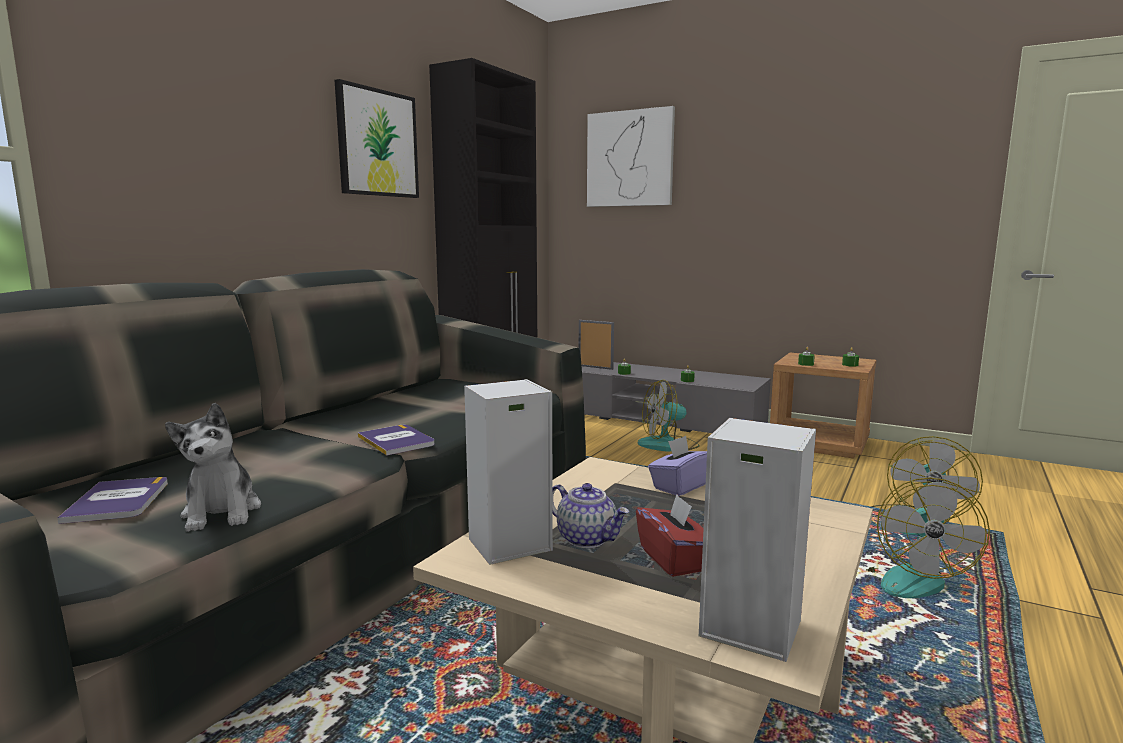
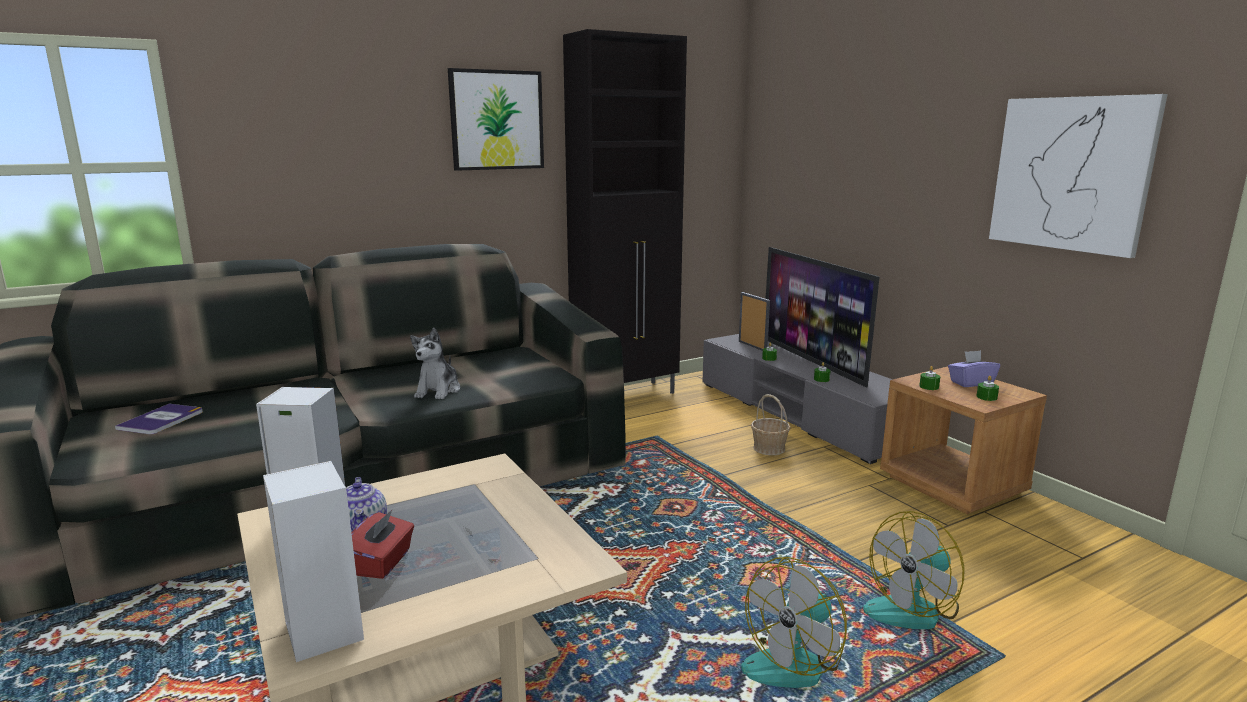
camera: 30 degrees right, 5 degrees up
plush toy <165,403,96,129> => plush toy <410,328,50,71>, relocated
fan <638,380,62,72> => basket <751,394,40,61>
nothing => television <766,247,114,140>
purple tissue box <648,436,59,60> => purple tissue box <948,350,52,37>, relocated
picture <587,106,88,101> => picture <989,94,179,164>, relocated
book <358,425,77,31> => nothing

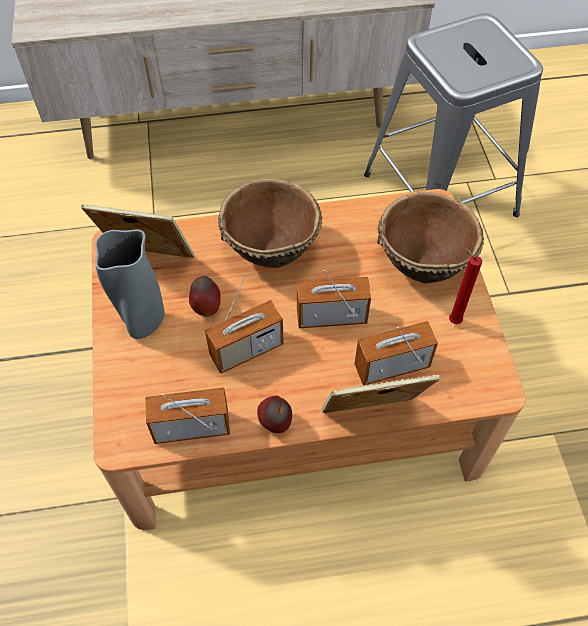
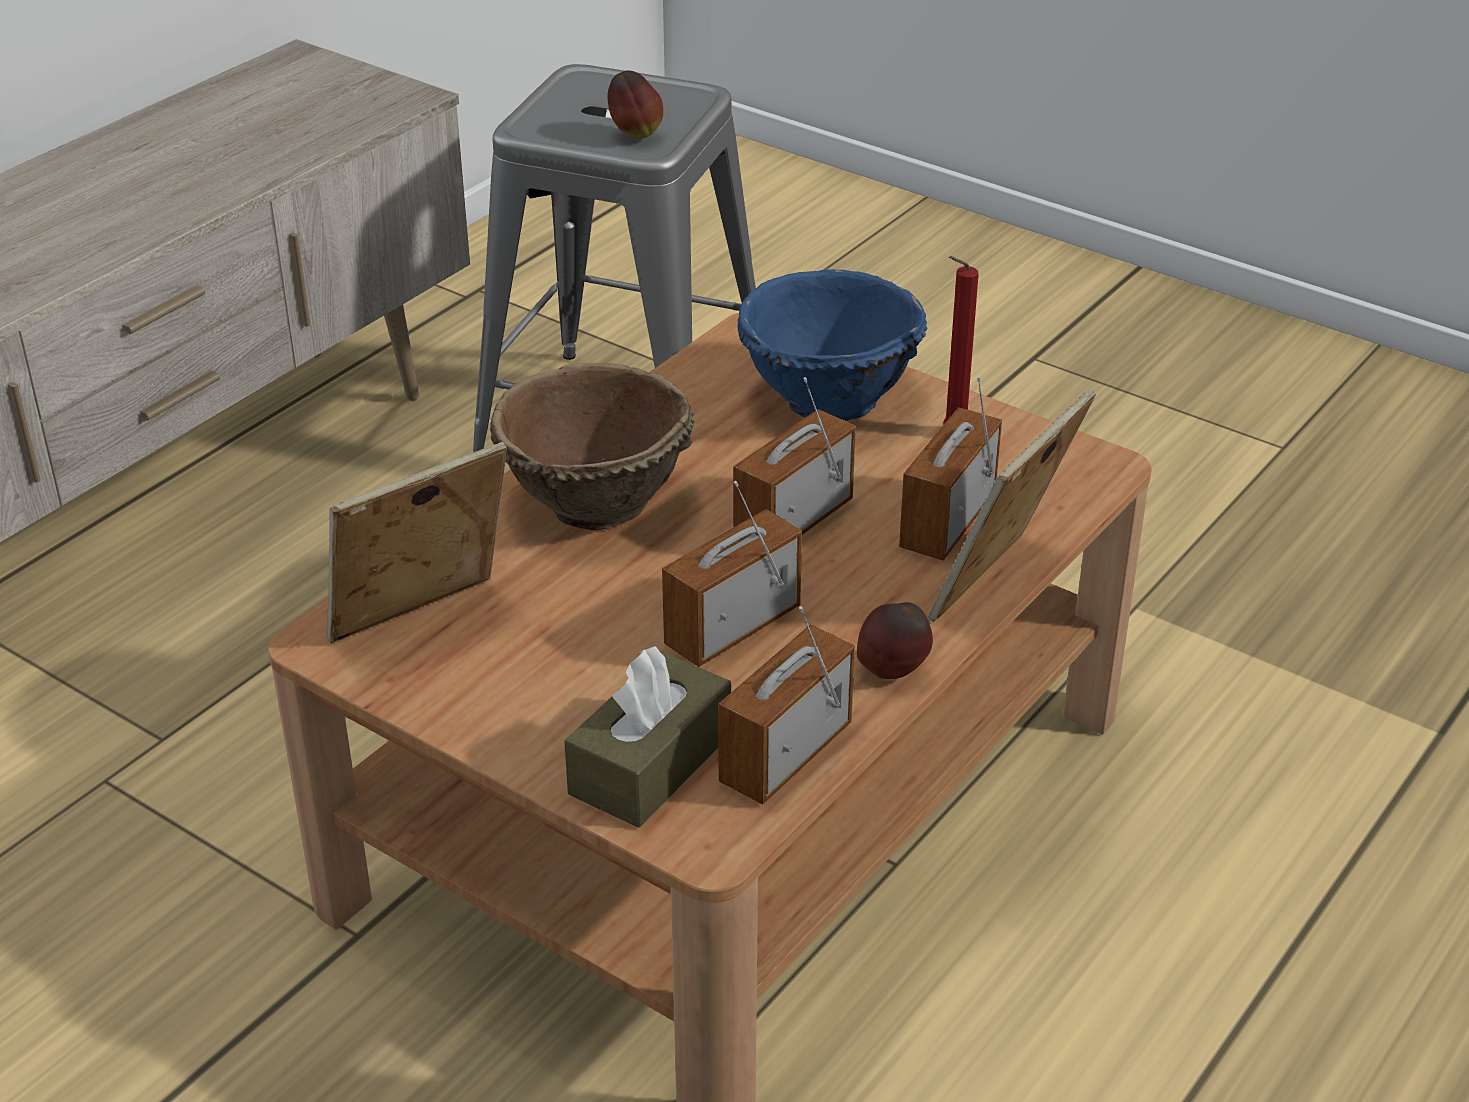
camera: 45 degrees left, 20 degrees down
nothing => brown tissue box <564,646,167,182>
apple <189,276,32,41> => apple <607,71,56,68>, relocated
radio <205,273,79,101> => radio <662,481,140,186>, 150 degrees counterclockwise
brown bowl <377,192,107,91> => blue bowl <737,269,190,152>
grey vase <95,229,69,110> => nothing

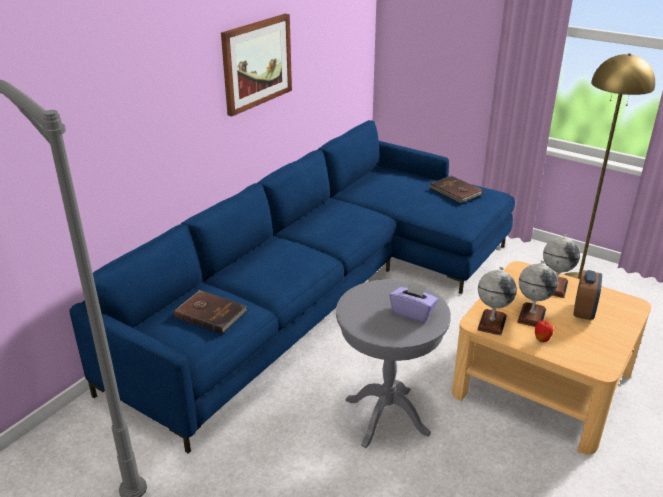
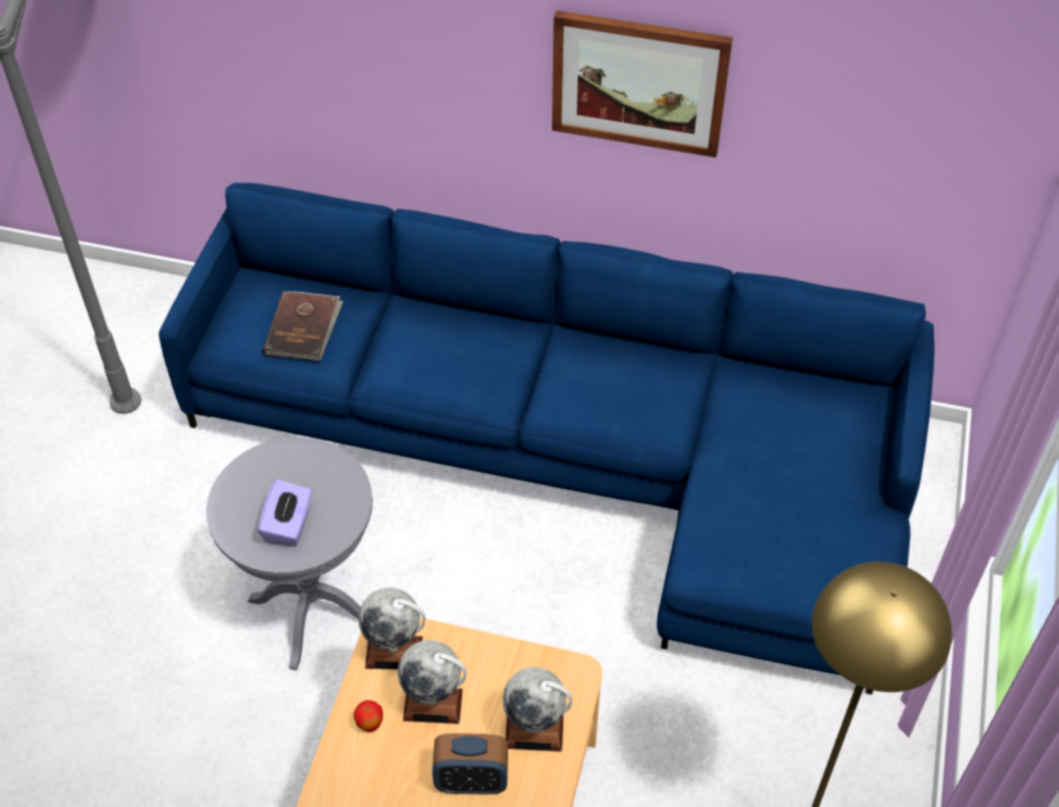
camera: 70 degrees right, 20 degrees up
brown book <430,176,53,27> => nothing

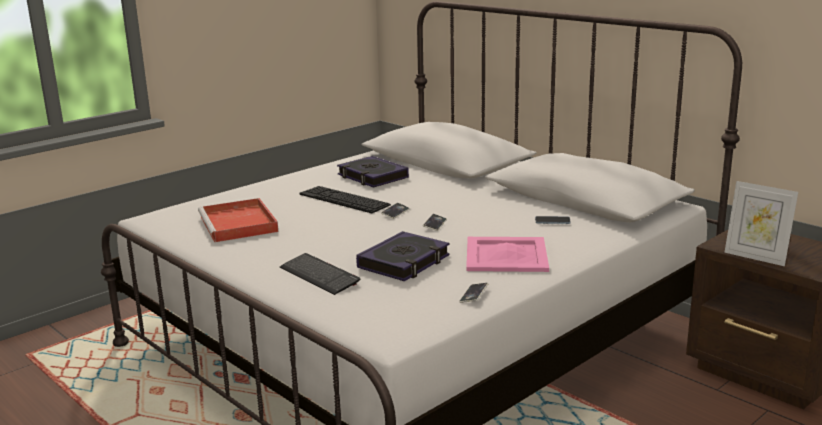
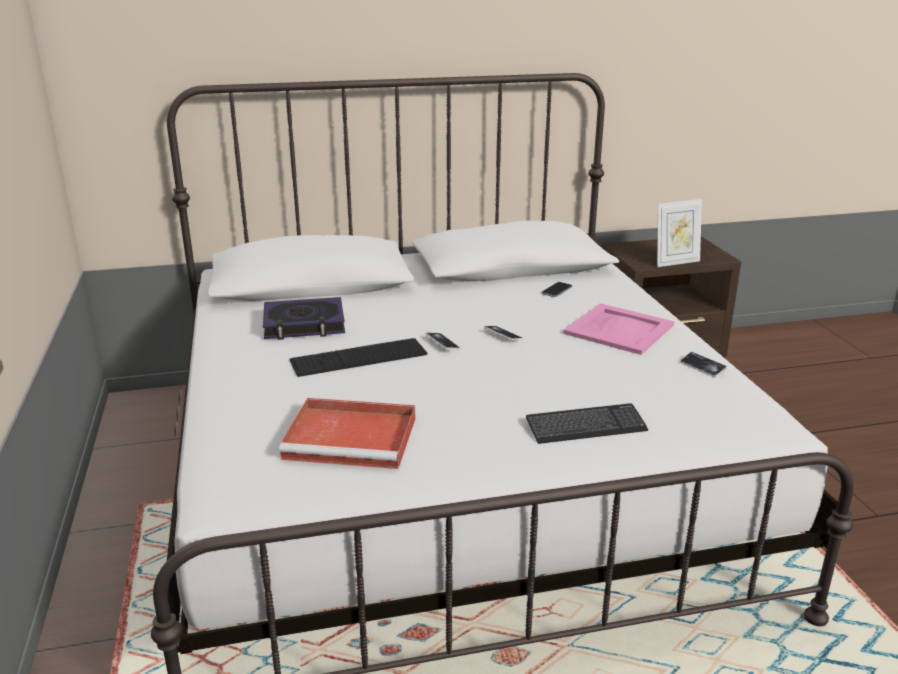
camera: 60 degrees left, 5 degrees up
book <356,231,94,50> => nothing

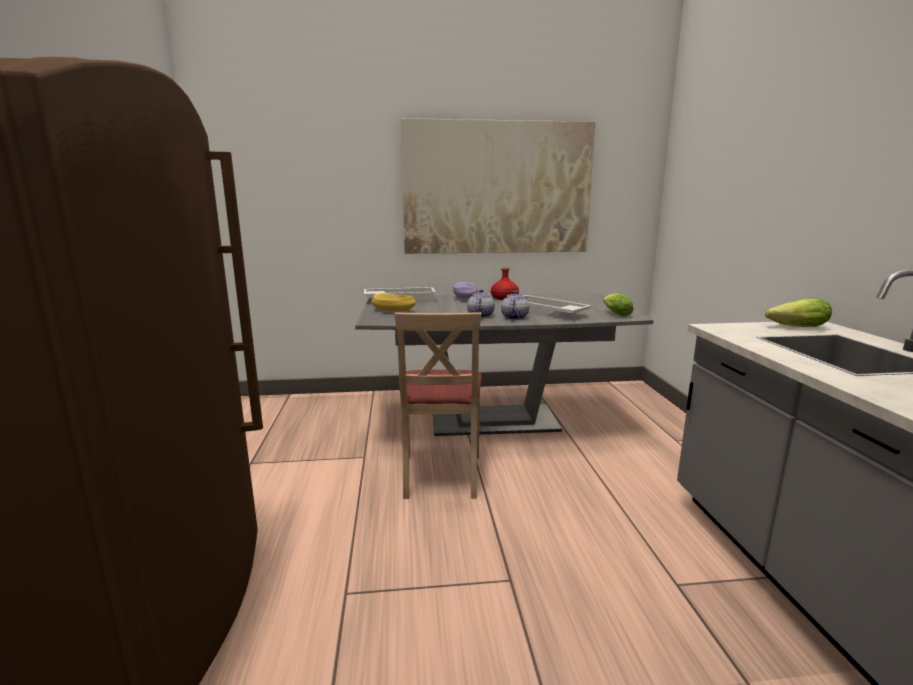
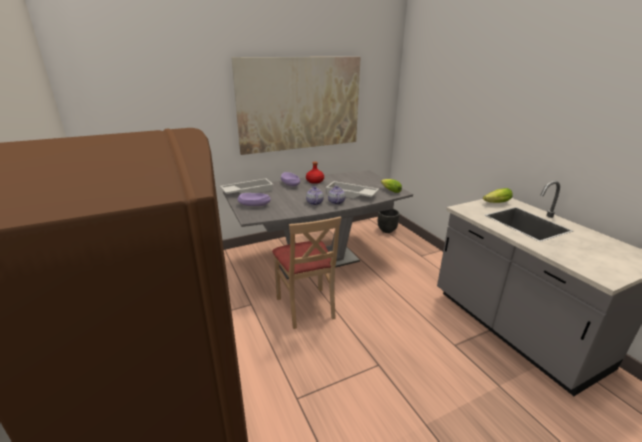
camera: 20 degrees left, 10 degrees up
yellow bowl <371,293,45,20> => purple bowl <237,193,34,15>
nothing => black planter <378,209,22,24>

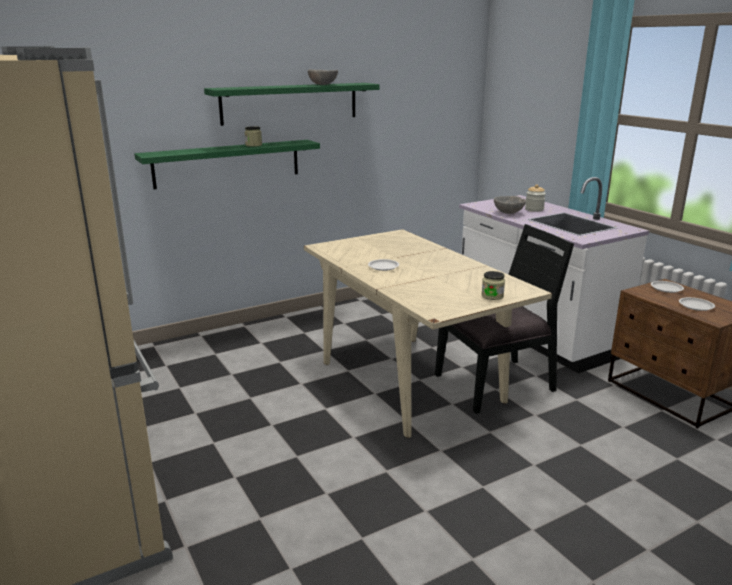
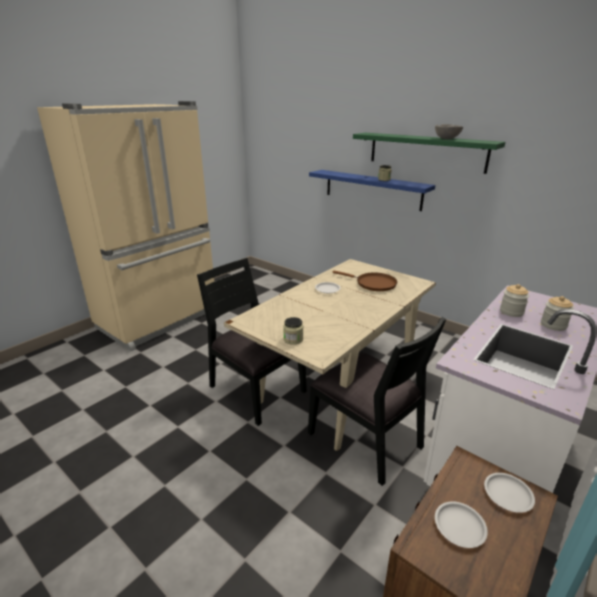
camera: 70 degrees right, 5 degrees up
nothing => black chair <197,258,110,168>
green shelf <135,140,185,50> => blue shelf <309,170,126,41>
nothing => brown frying pan <332,271,65,20>
grey bowl <494,196,32,18> => jar <500,284,29,33>

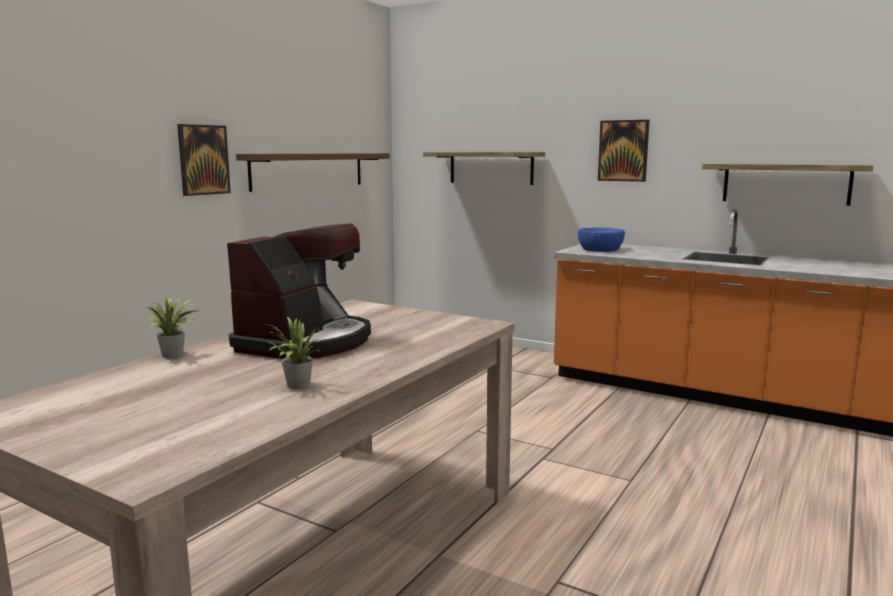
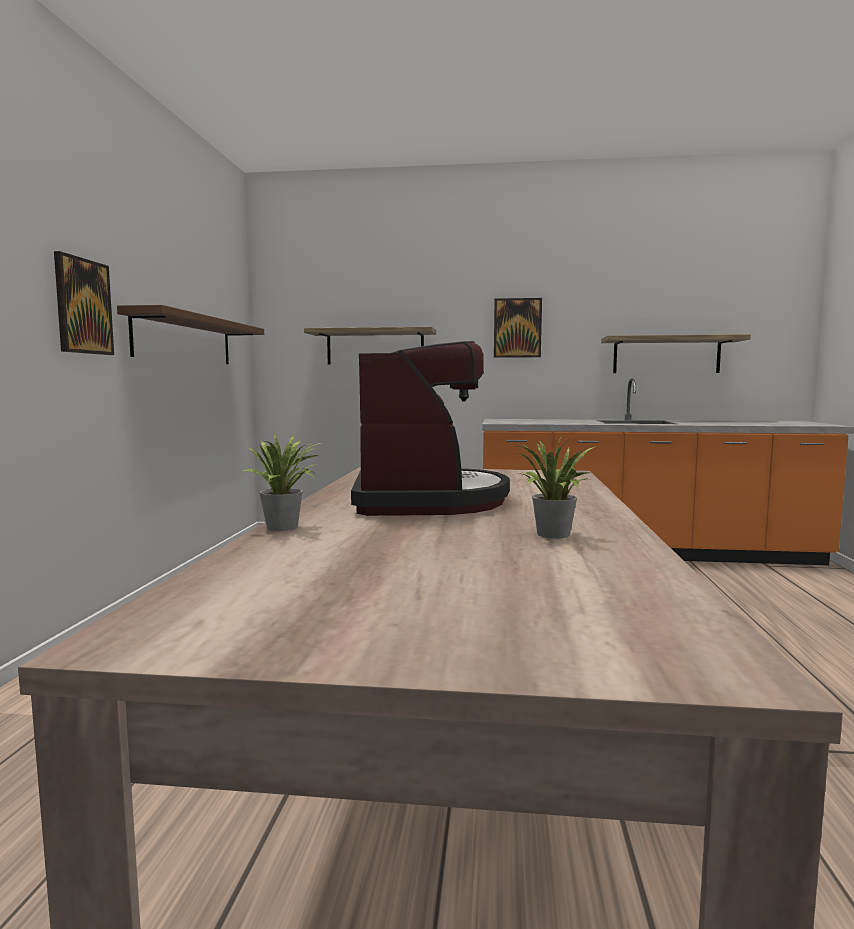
camera: 25 degrees left, 5 degrees down
blue bowl <578,228,47,24> => nothing

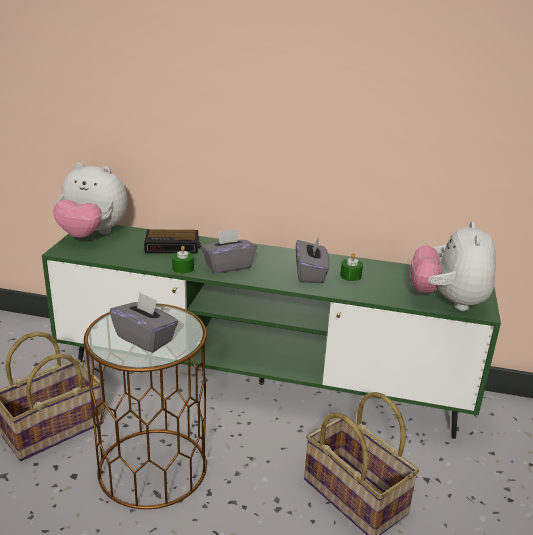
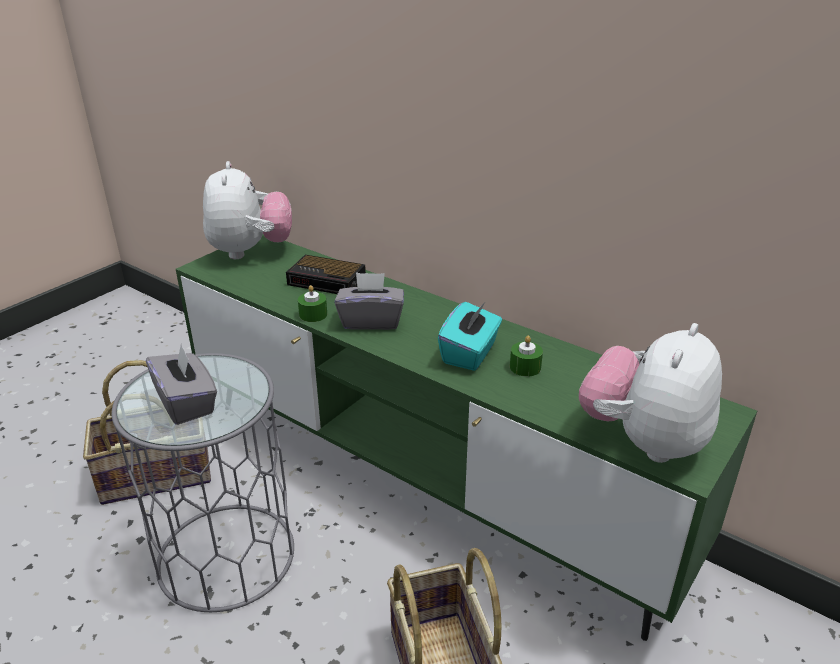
camera: 25 degrees right, 5 degrees up
brown side table <84,303,123,206> => grey side table <112,353,182,259>
plush toy <53,163,75,75> => plush toy <203,161,89,98>, 135 degrees counterclockwise
grey tissue box <296,237,34,46> => turquoise tissue box <438,302,64,69>

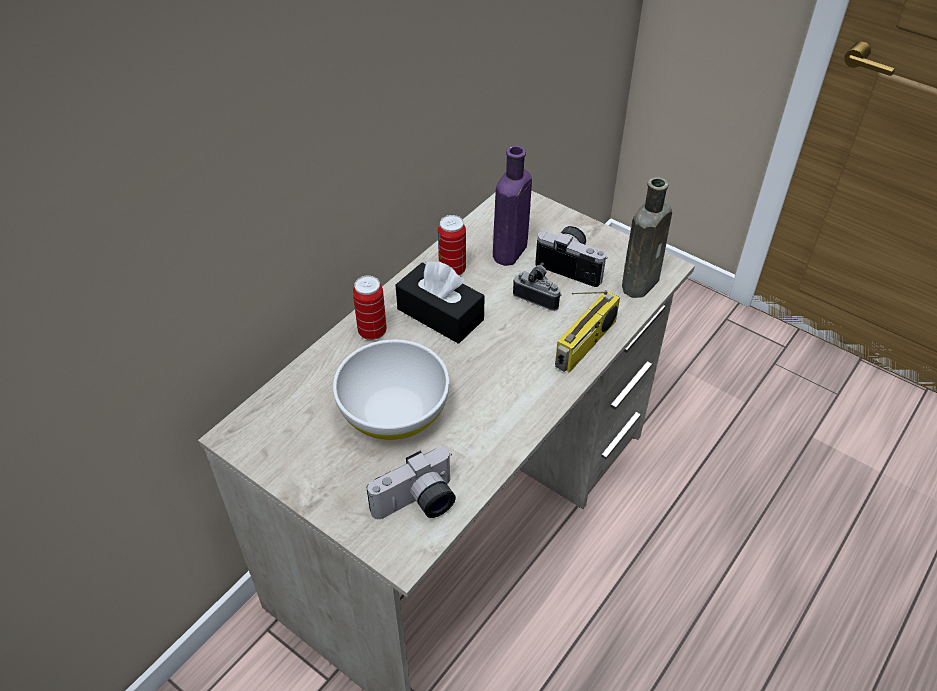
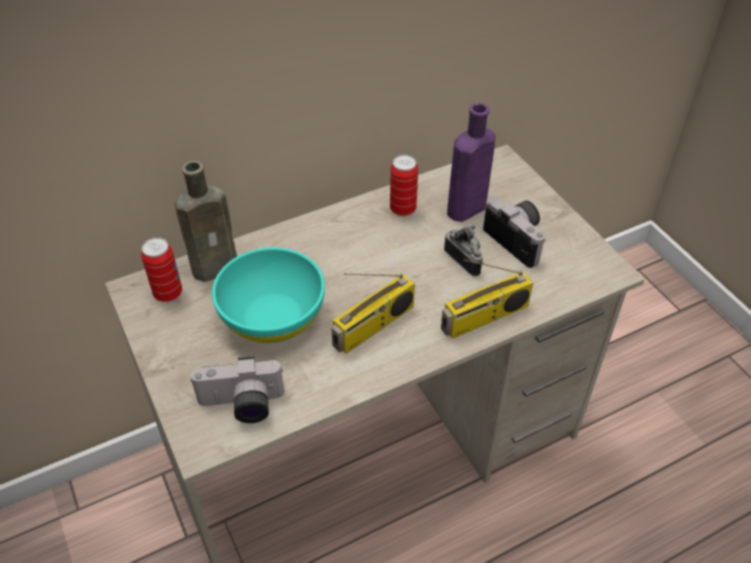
camera: 25 degrees right, 0 degrees up
can <353,276,34,64> => can <141,237,41,65>, relocated
brown bottle <622,177,50,121> => brown bottle <175,161,62,121>, relocated
white bowl <333,339,117,101> => turquoise bowl <212,247,113,96>
nothing => radio <331,273,84,81>
black tissue box <396,261,89,83> => nothing

